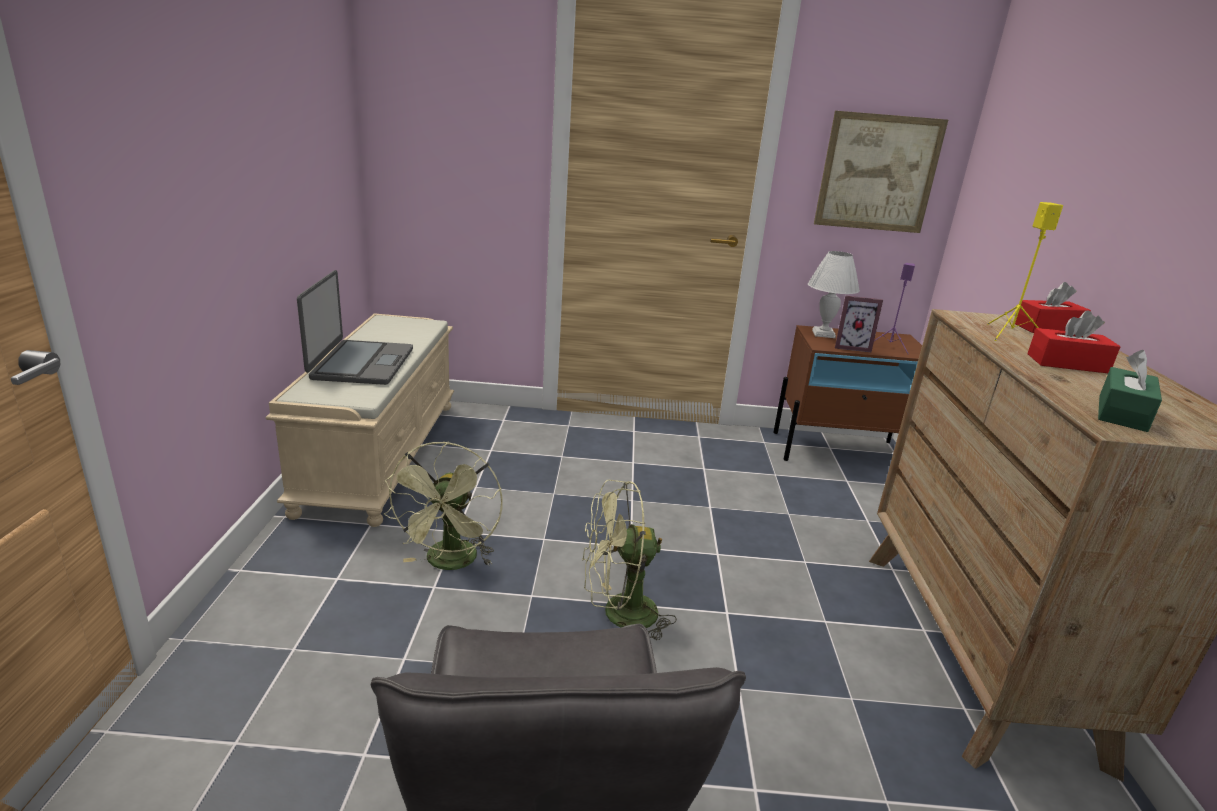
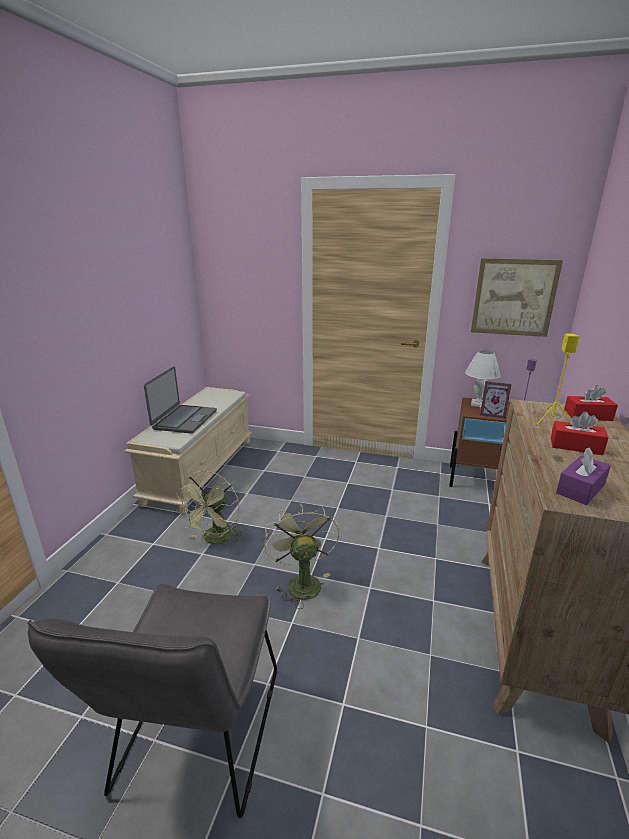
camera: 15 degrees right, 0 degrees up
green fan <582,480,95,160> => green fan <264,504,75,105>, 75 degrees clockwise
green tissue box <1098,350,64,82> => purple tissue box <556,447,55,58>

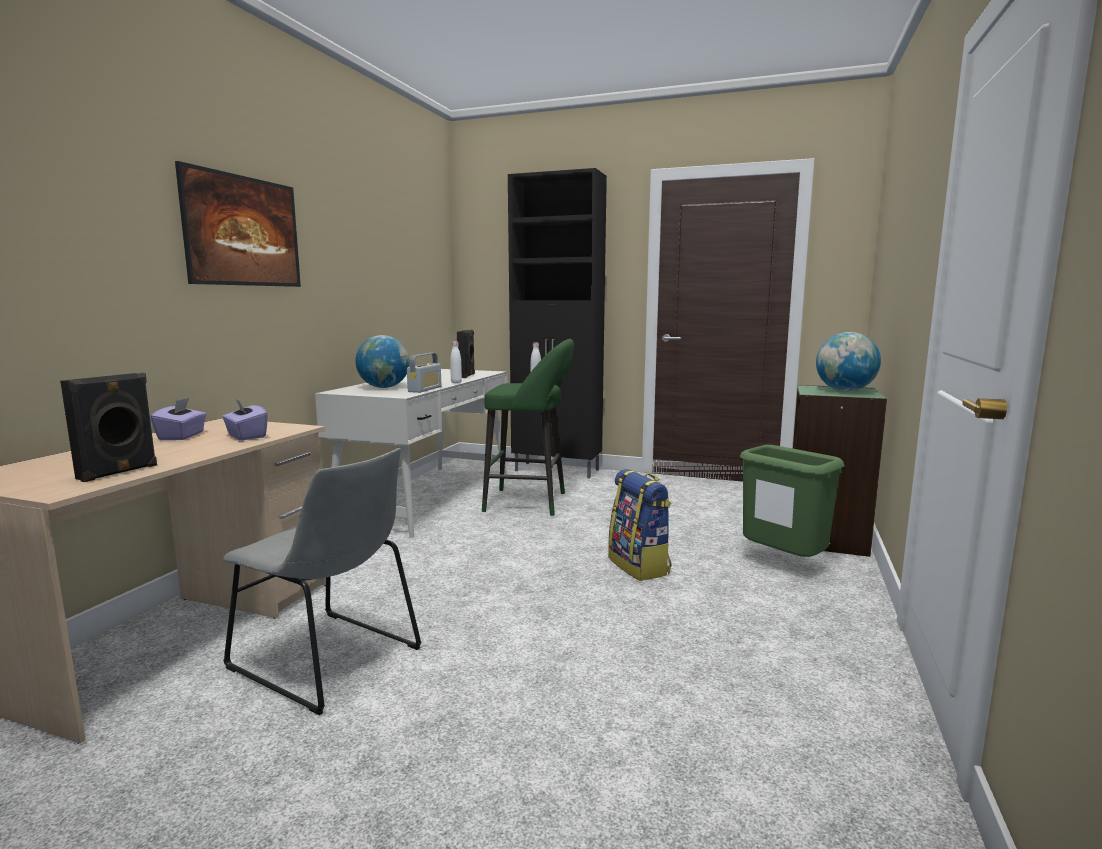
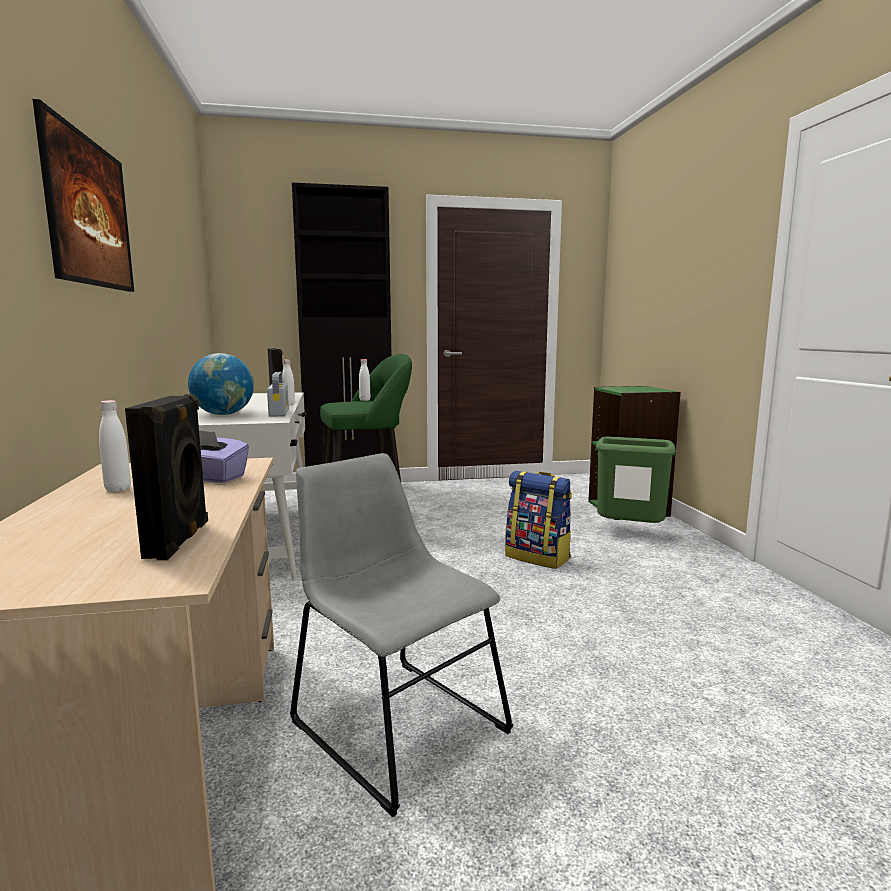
camera: 30 degrees left, 0 degrees up
purple tissue box <150,398,57,42> => white bottle <99,400,32,92>
grey chair <223,448,198,268> => grey chair <290,453,223,364>, 135 degrees counterclockwise
globe <816,332,65,59> => nothing

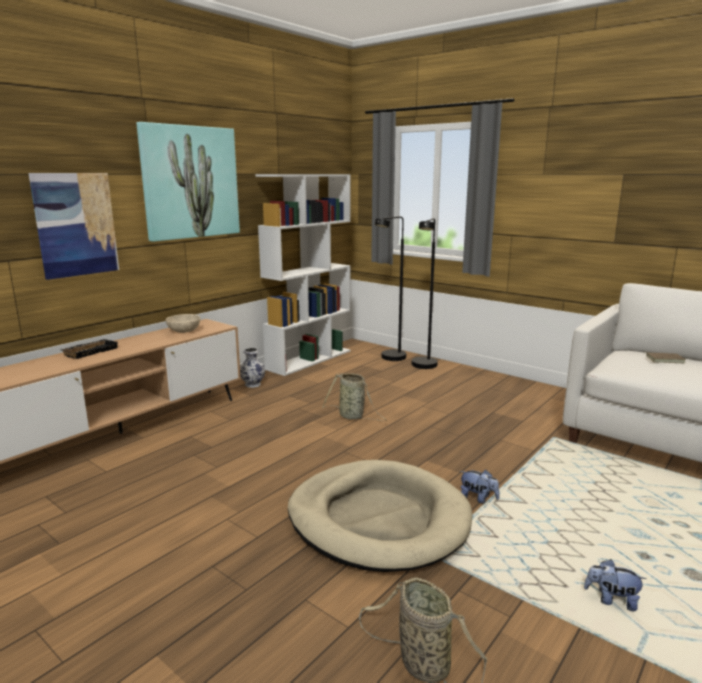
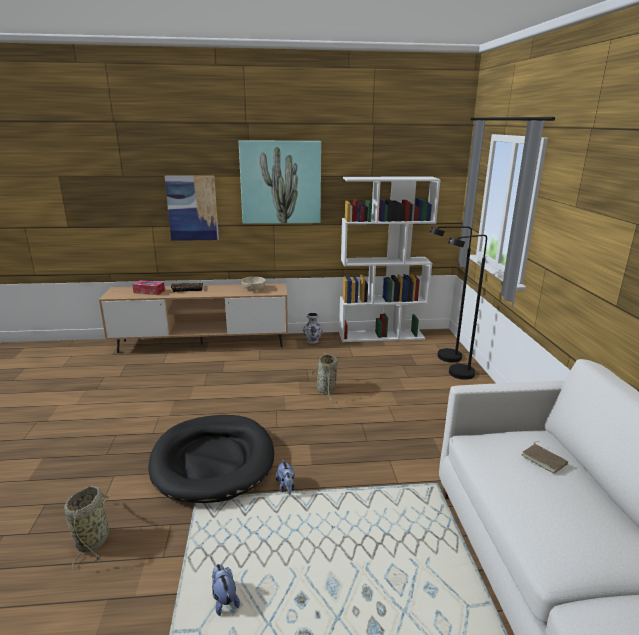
camera: 45 degrees right, 5 degrees up
nothing => tissue box <132,280,33,15>
beige dog bed <288,460,184,112> => black dog bed <148,415,126,88>

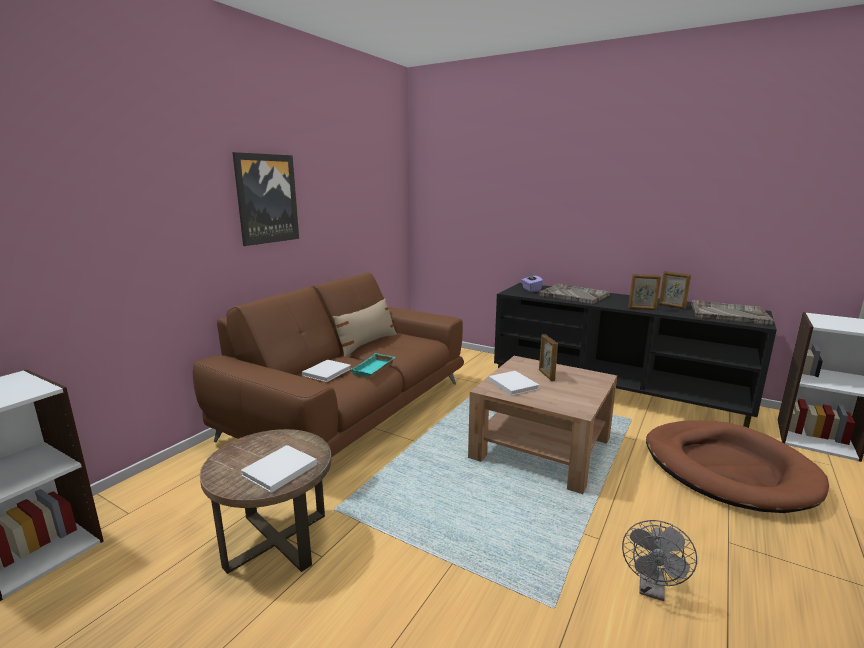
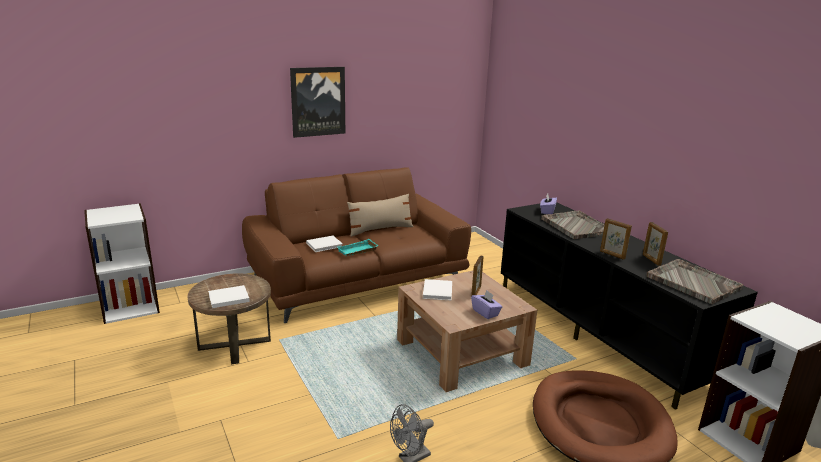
camera: 30 degrees right, 5 degrees up
nothing => purple tissue box <471,290,31,29>

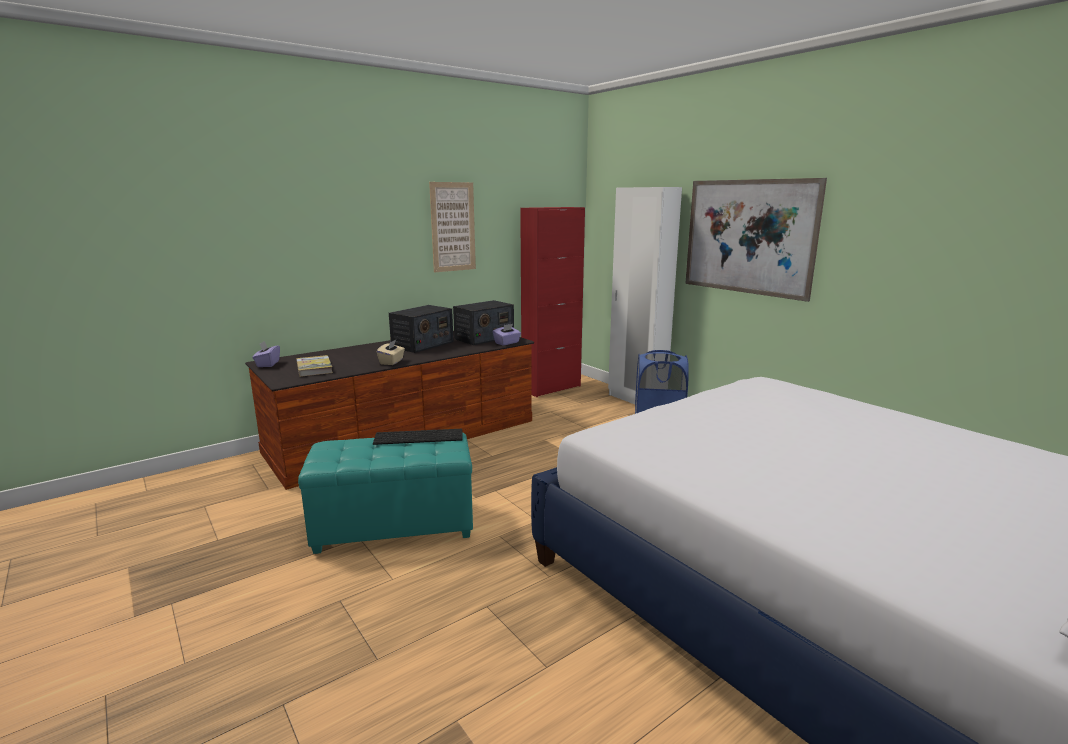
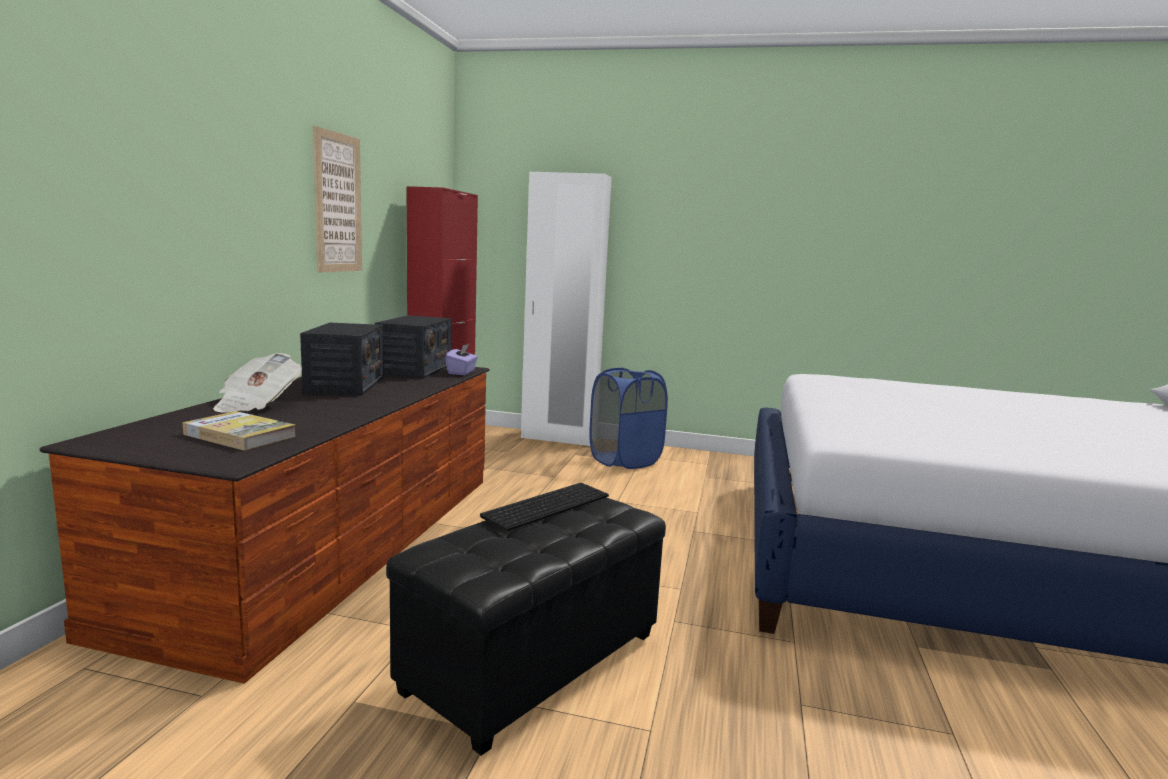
camera: 40 degrees left, 5 degrees down
nothing => newspaper <213,353,89,60>
turquoise ottoman <298,433,175,121> => black ottoman <386,498,280,258>
purple tissue box <252,341,28,26> => nothing
beige tissue box <377,340,28,25> => nothing
picture <685,178,142,124> => nothing

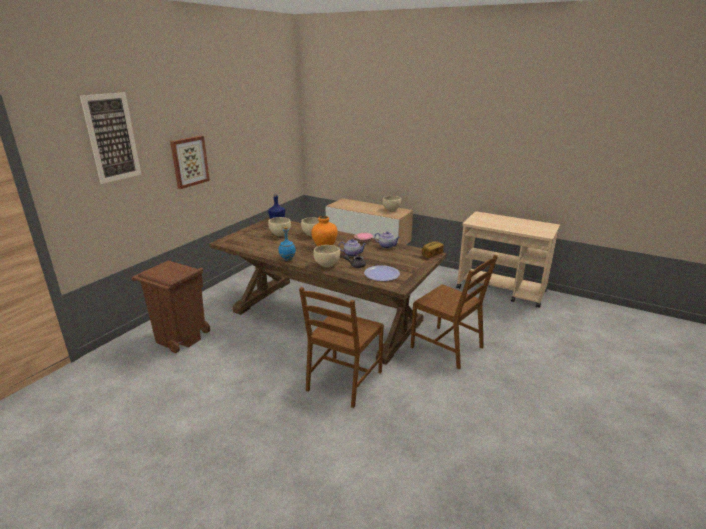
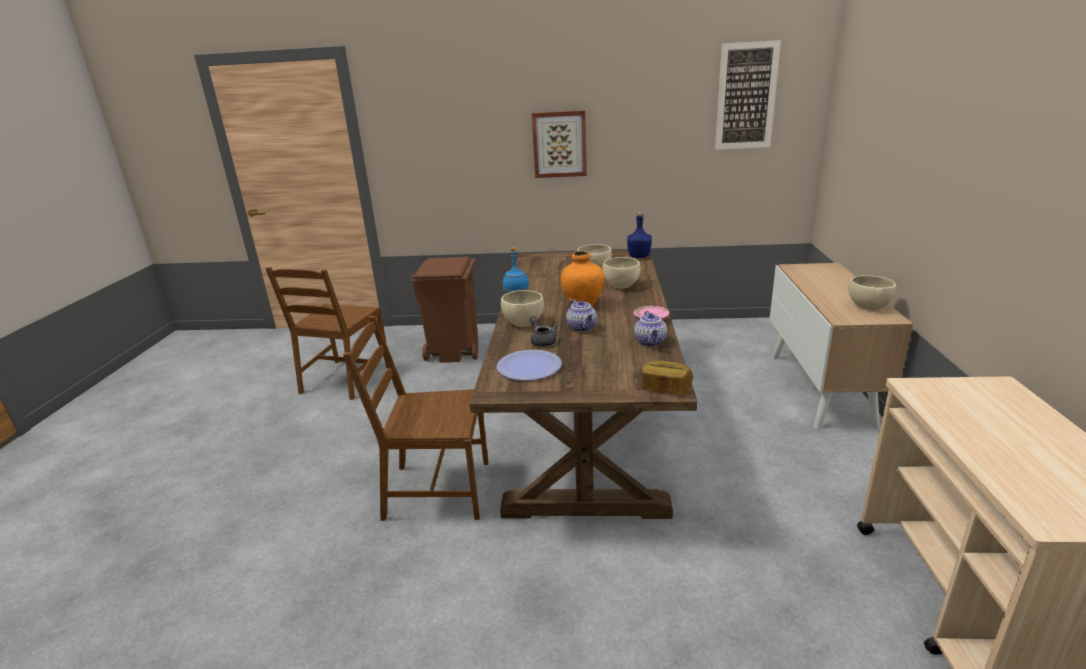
camera: 65 degrees right, 0 degrees up
brown chair <411,255,87,114> => brown chair <265,267,122,133>, relocated
picture <80,92,61,92> => picture <715,40,66,110>, relocated

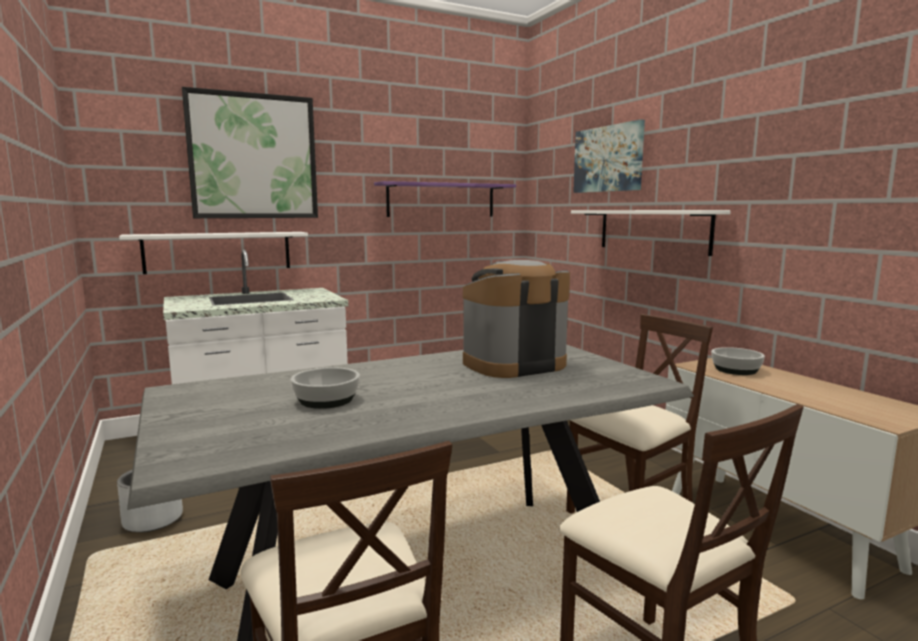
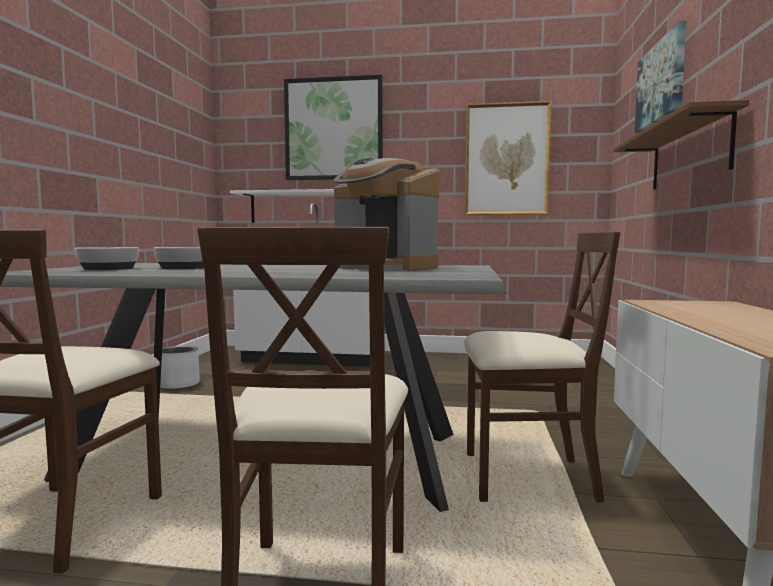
camera: 35 degrees right, 5 degrees down
bowl <711,347,54,28> => bowl <75,247,64,23>, relocated
coffee machine <463,260,107,118> => coffee machine <334,158,106,113>, 150 degrees counterclockwise
purple shelf <374,181,142,36> => picture <465,101,87,114>
white shelf <571,210,160,46> => brown shelf <613,100,136,89>

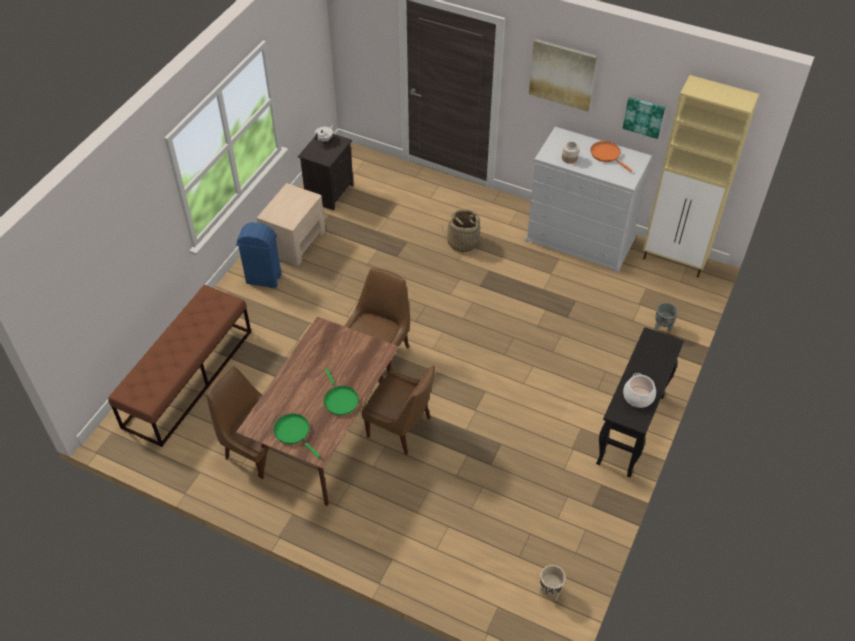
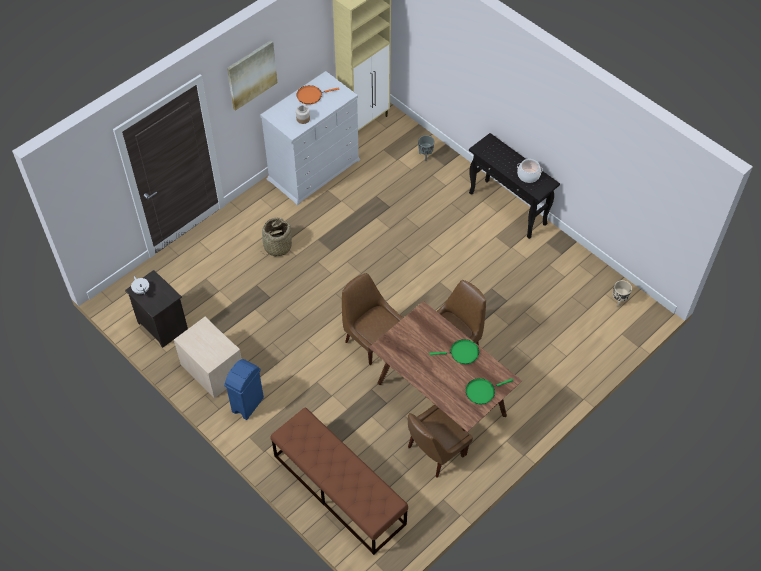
camera: 70 degrees left, 5 degrees up
picture <623,97,42,42> => nothing

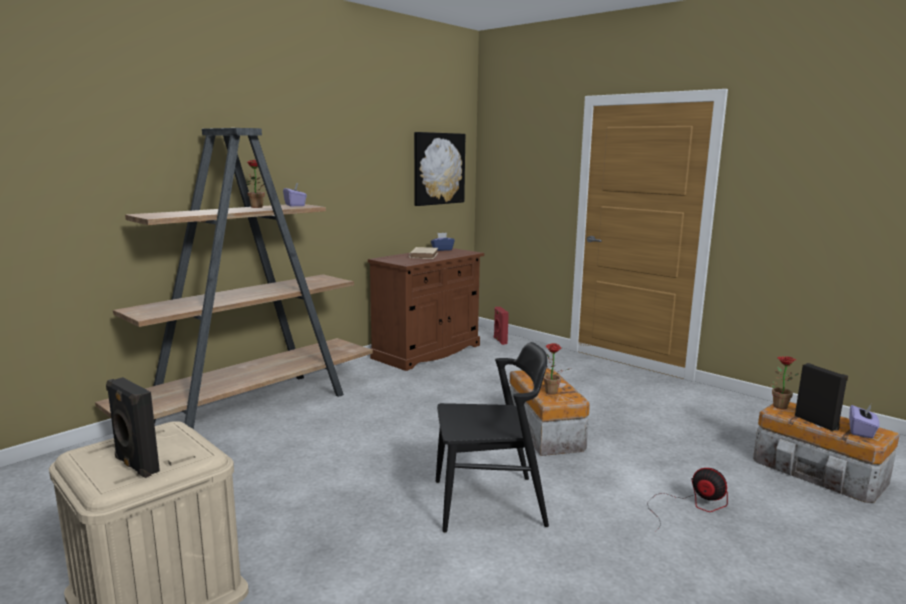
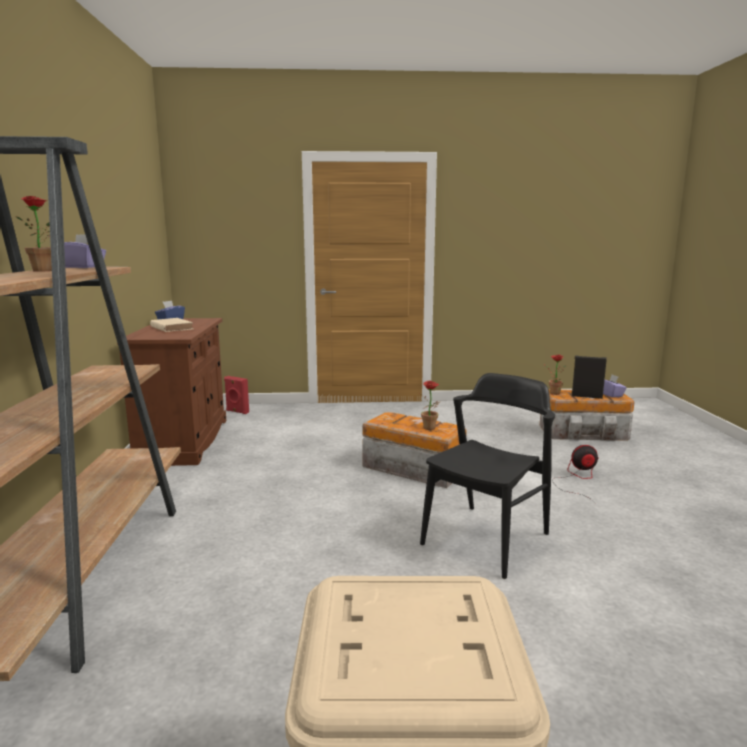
camera: 45 degrees left, 0 degrees up
black speaker <106,377,54,101> => nothing
picture <414,132,51,74> => nothing

